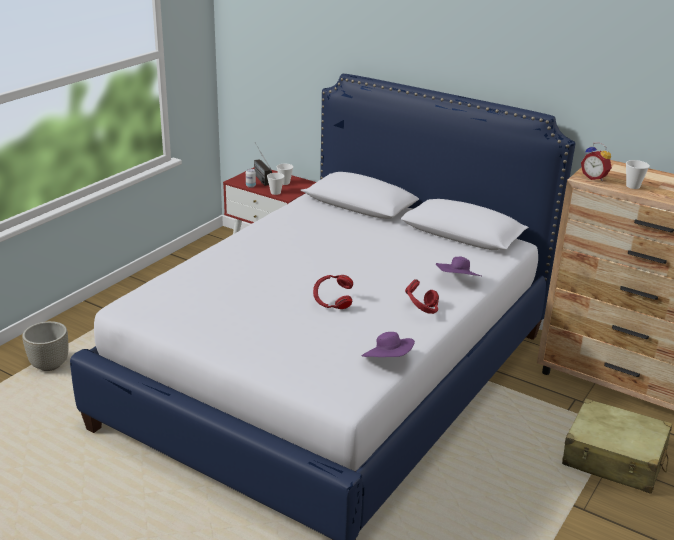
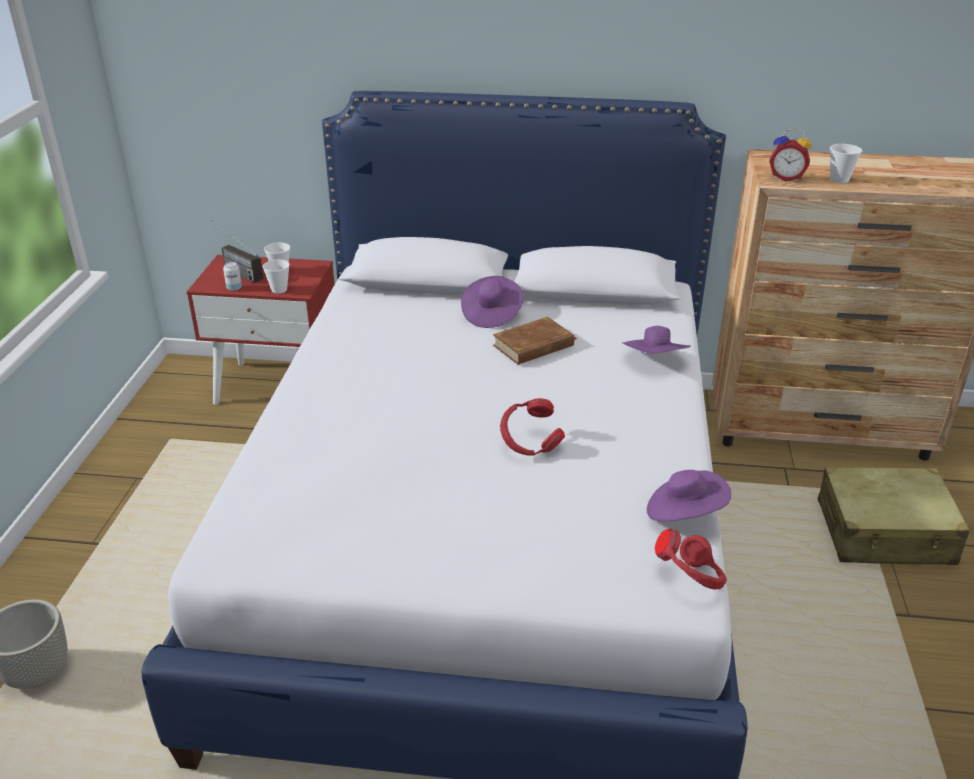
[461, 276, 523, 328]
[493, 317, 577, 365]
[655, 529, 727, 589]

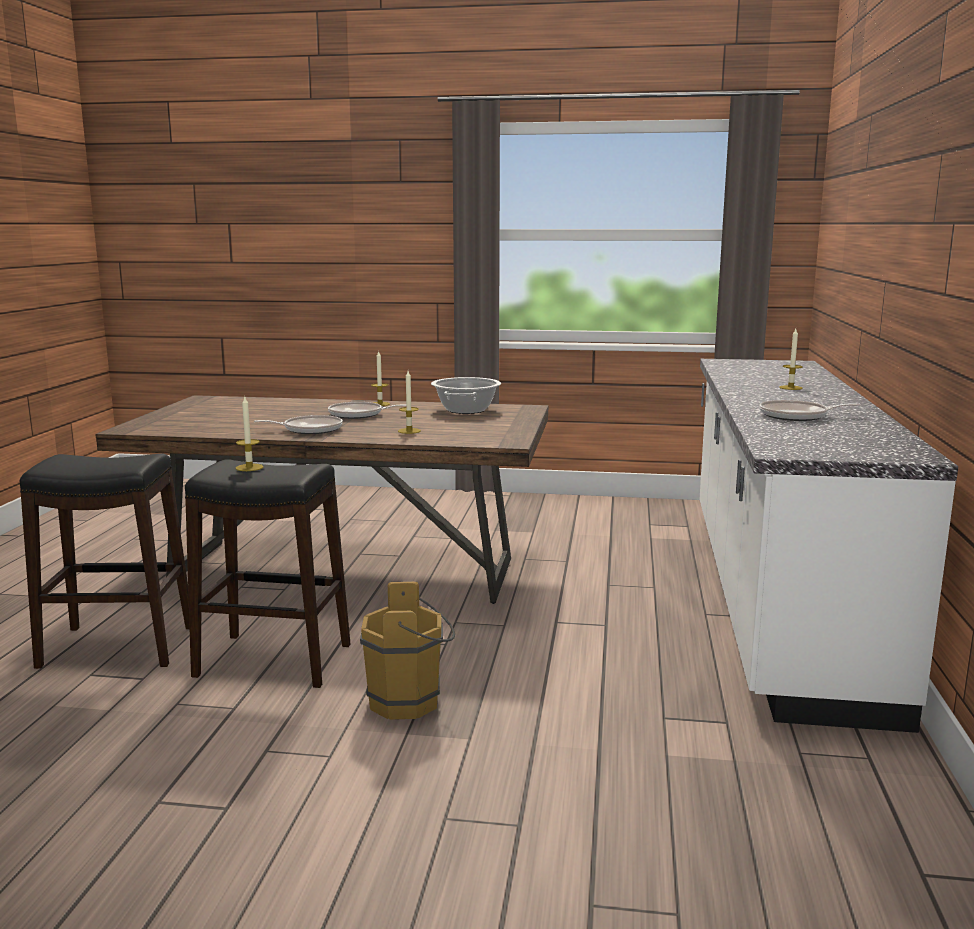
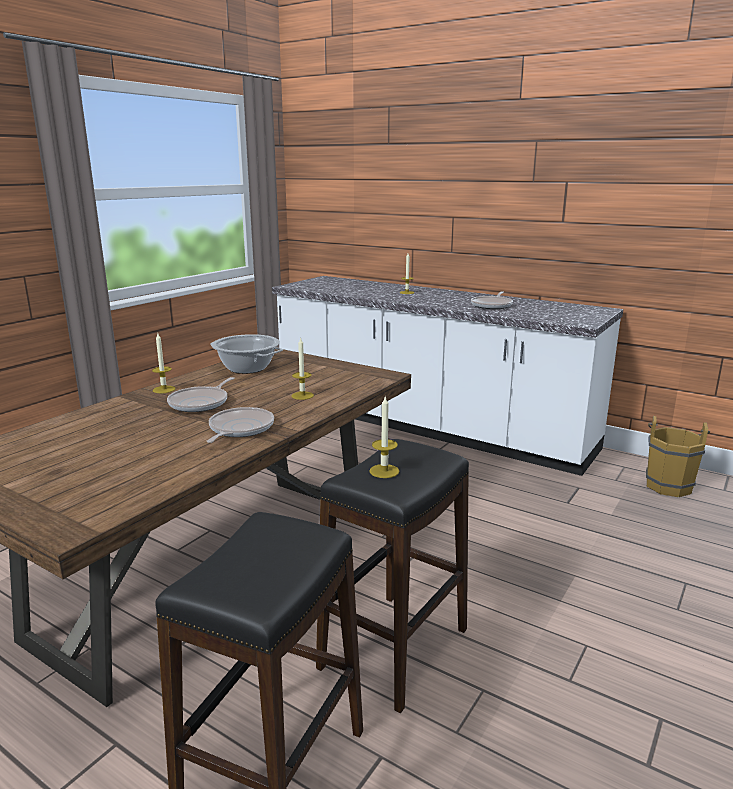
[646, 416, 710, 497]

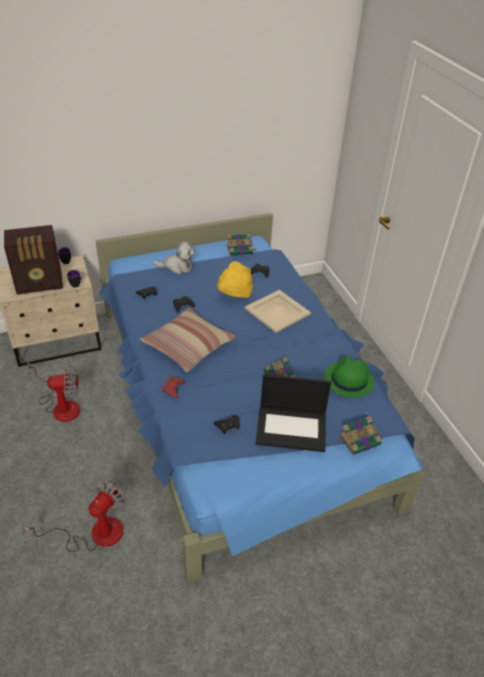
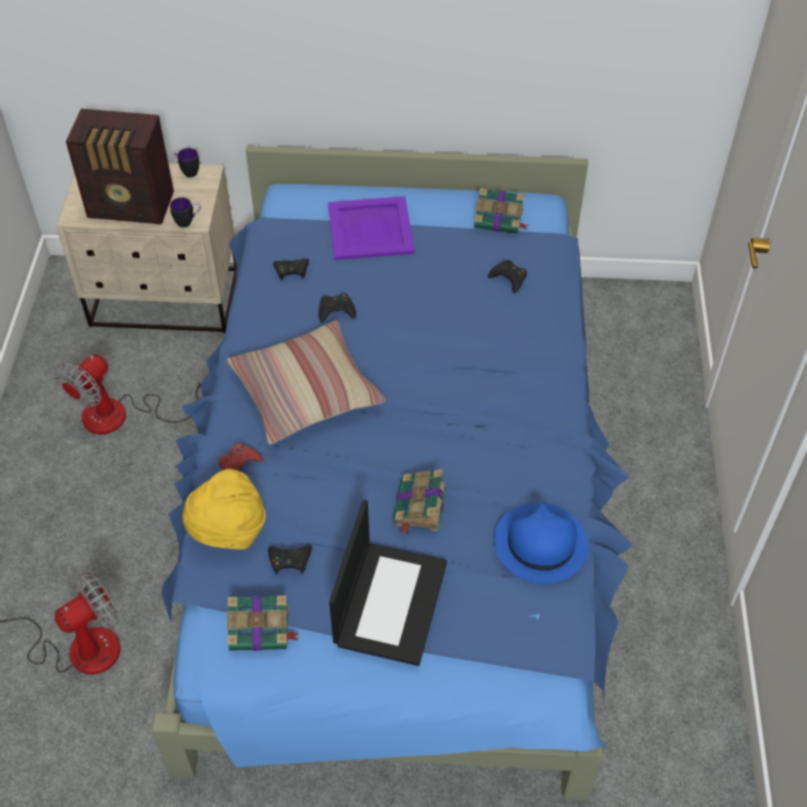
[54, 354, 204, 435]
[182, 469, 265, 550]
[227, 595, 299, 651]
[328, 196, 415, 260]
[329, 499, 447, 666]
[494, 501, 588, 584]
[245, 290, 311, 333] (first image)

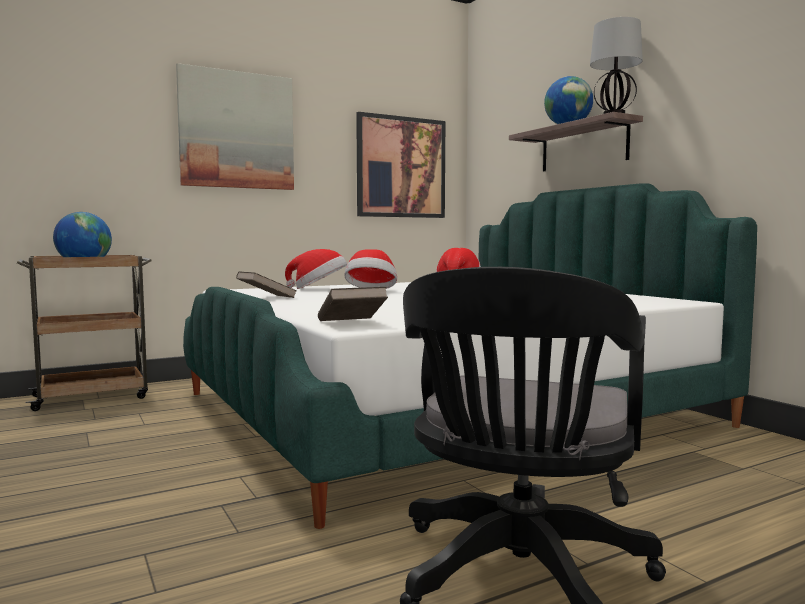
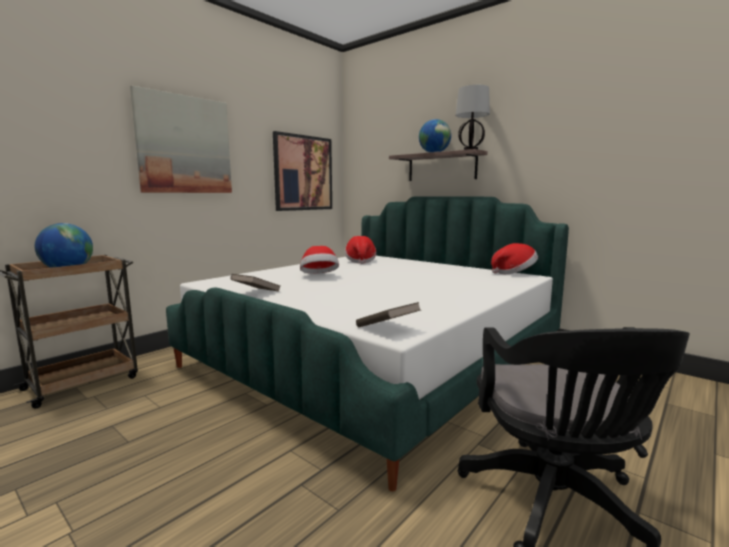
[491, 243, 538, 274]

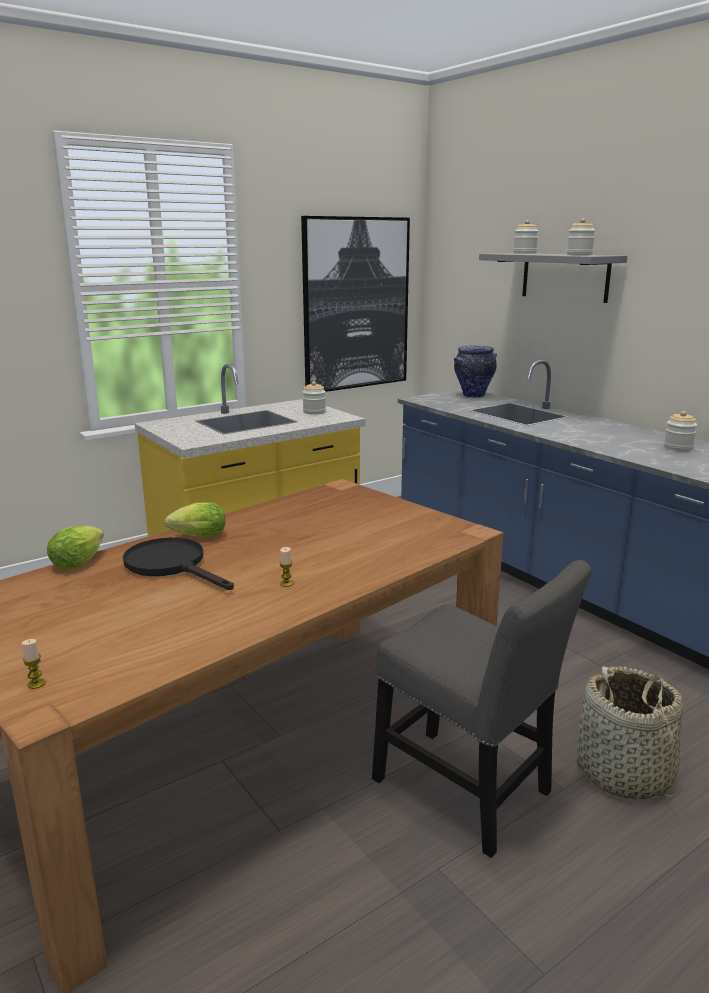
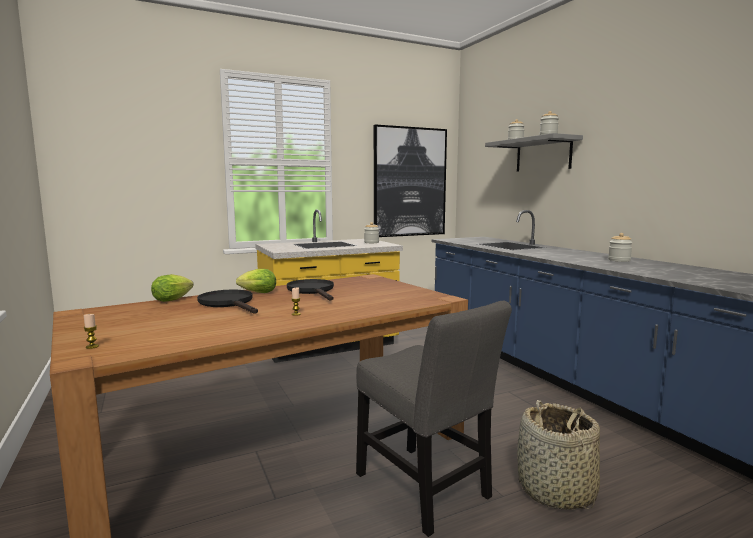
[287, 279, 334, 301]
[454, 345, 497, 398] (first image)

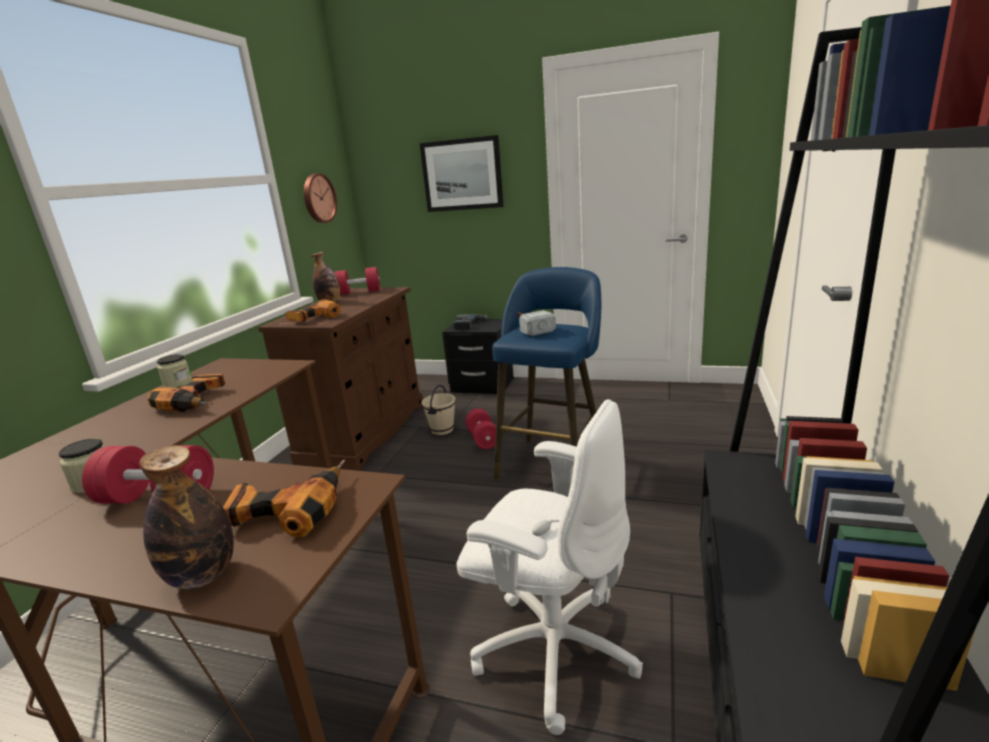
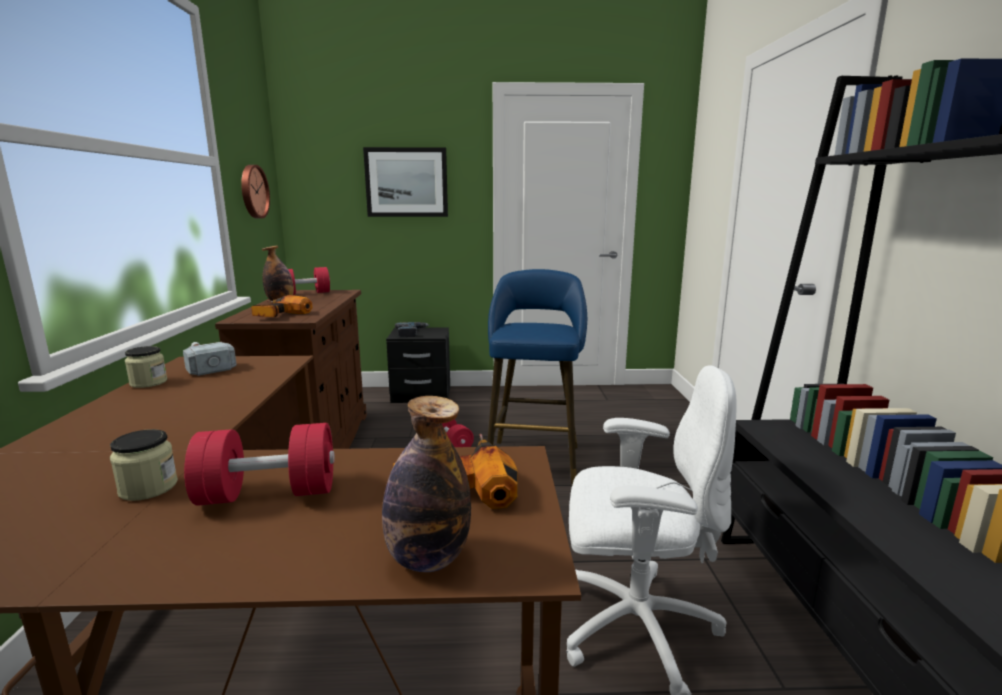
[183, 342, 237, 376]
[147, 374, 225, 412] (first image)
[422, 385, 455, 435] (first image)

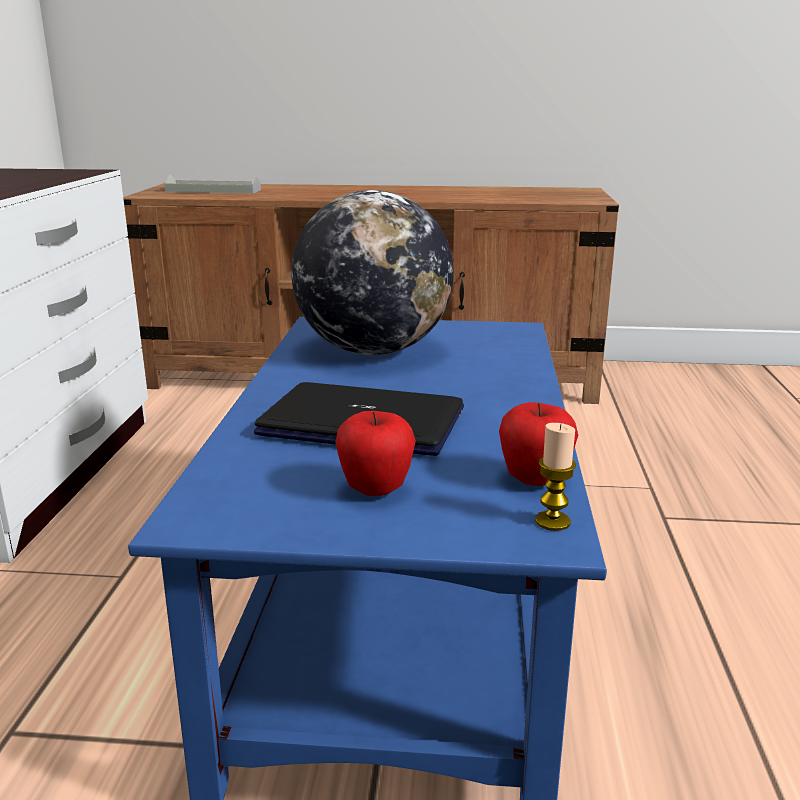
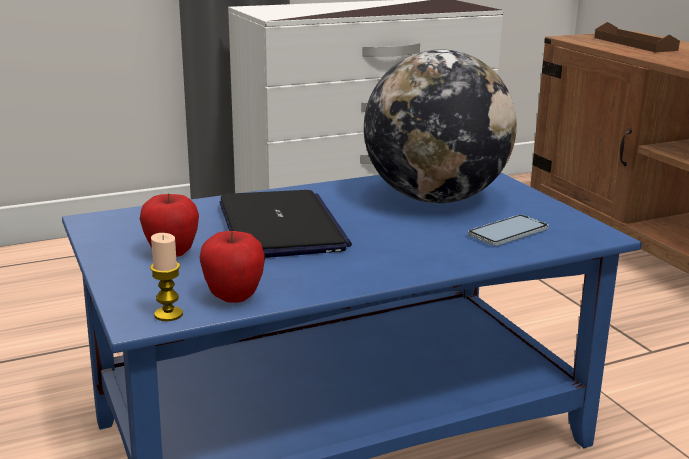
[468, 215, 548, 246]
[594, 22, 680, 52]

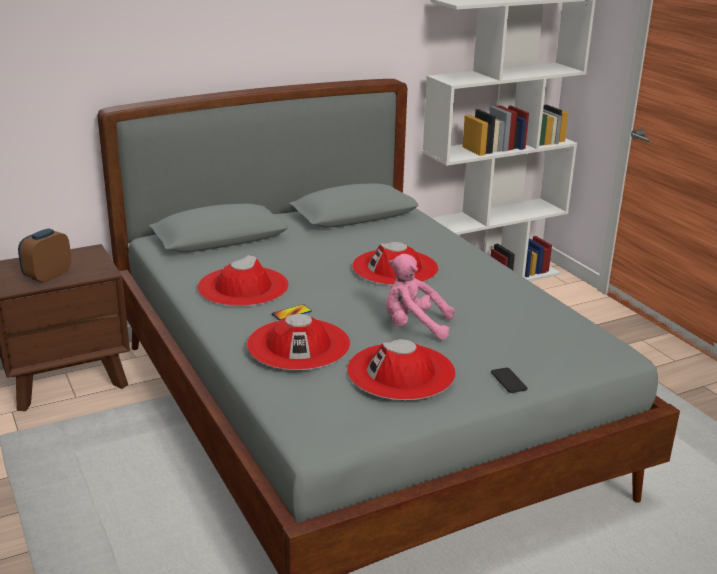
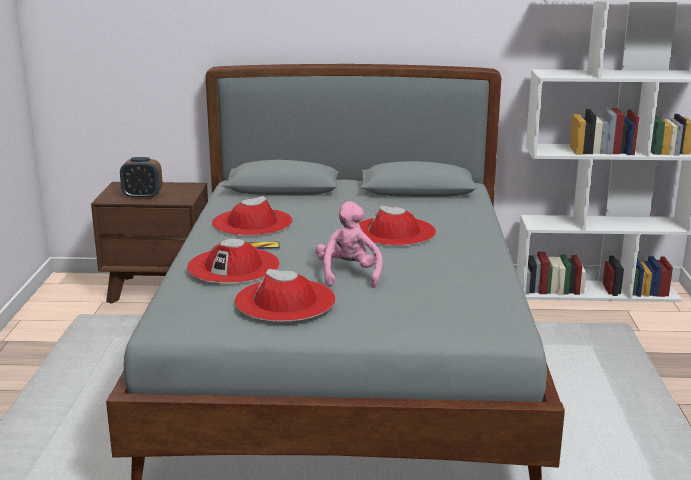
[120, 157, 162, 199]
[316, 201, 382, 288]
[491, 368, 527, 393] (first image)

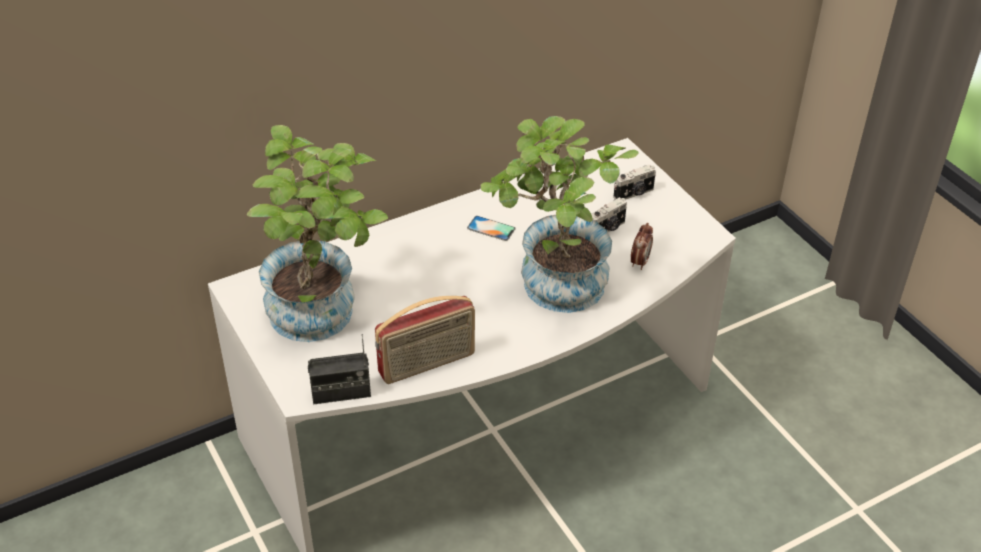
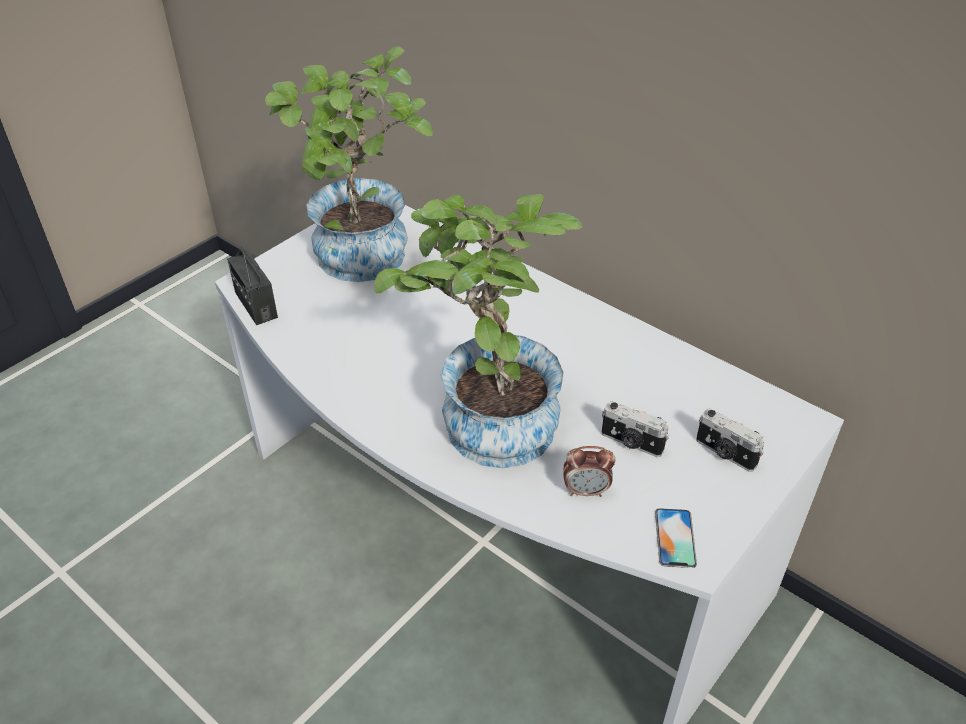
[655, 508, 697, 568]
[375, 296, 475, 384] (first image)

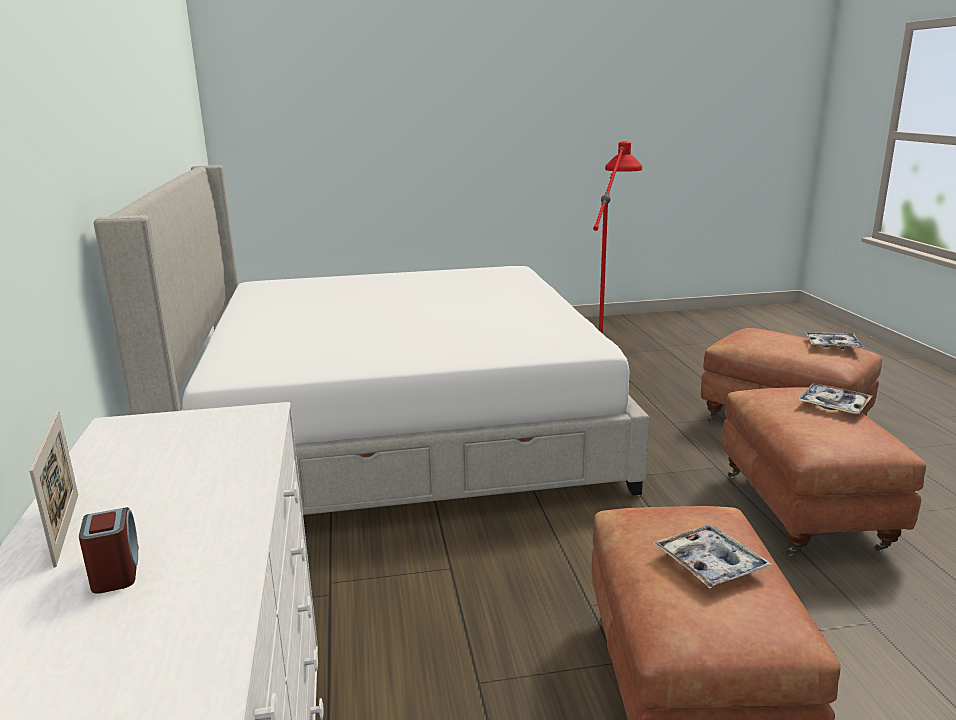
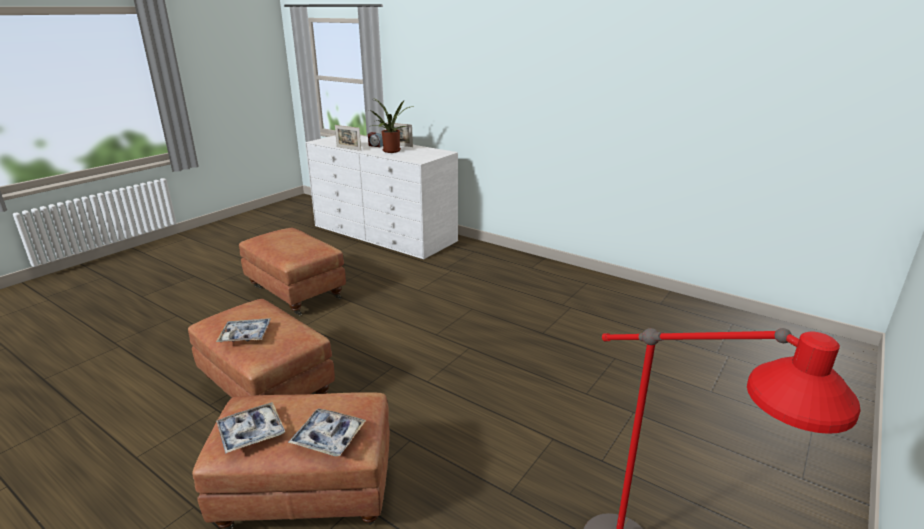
[288, 408, 366, 457]
[335, 125, 361, 151]
[369, 98, 414, 153]
[94, 165, 650, 515] (first image)

